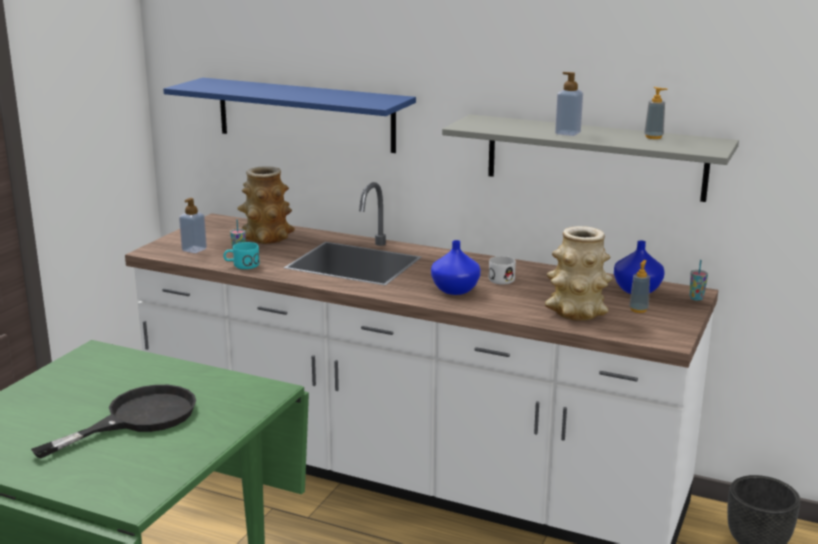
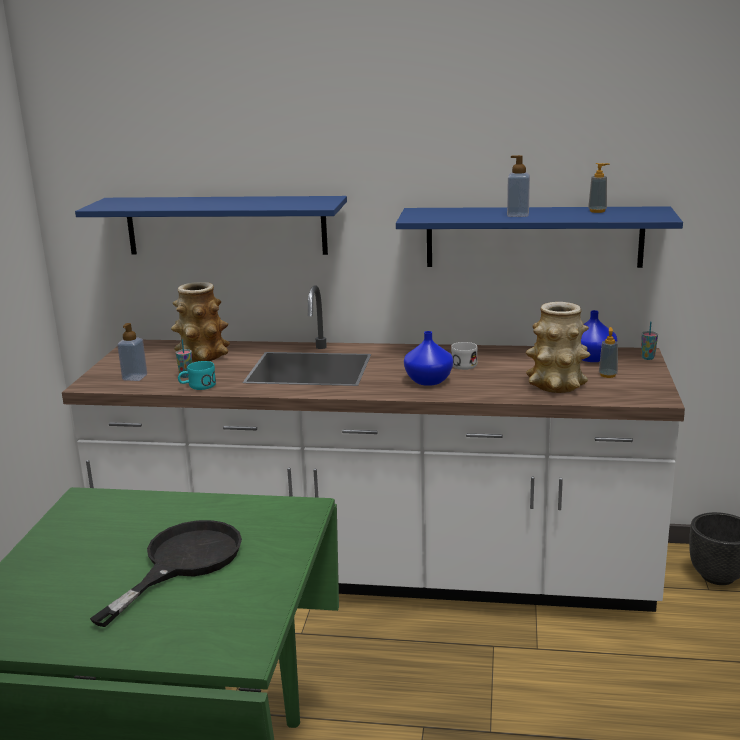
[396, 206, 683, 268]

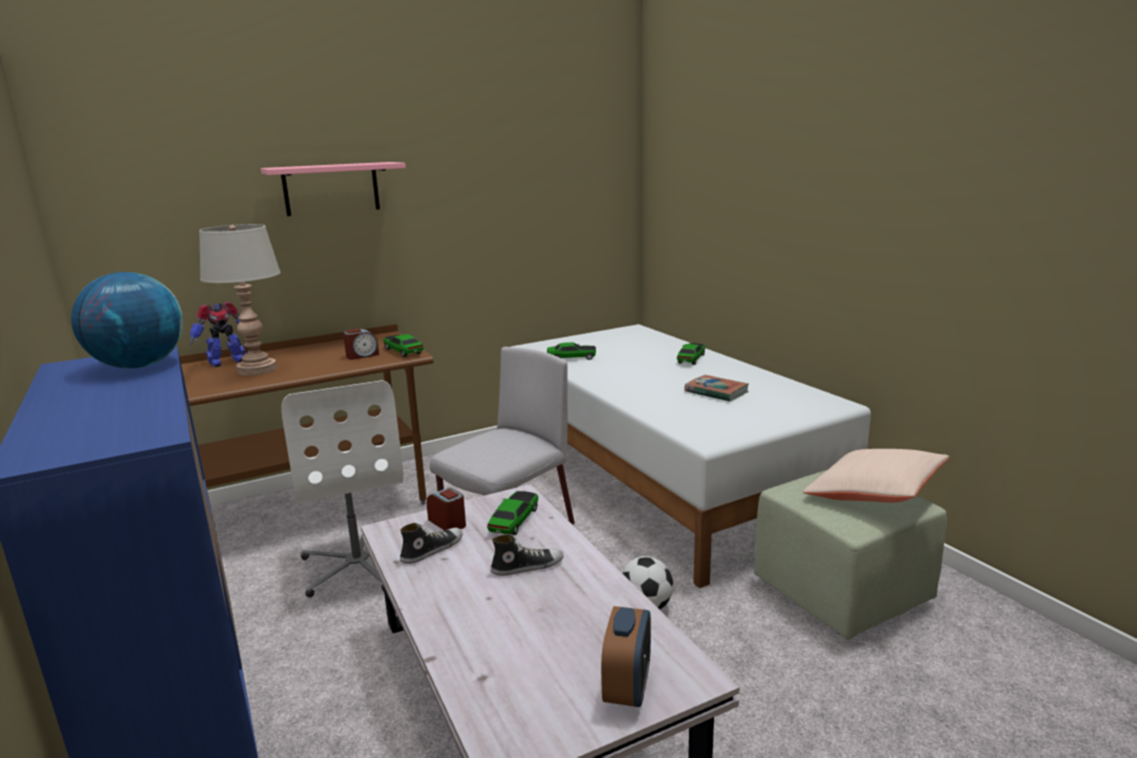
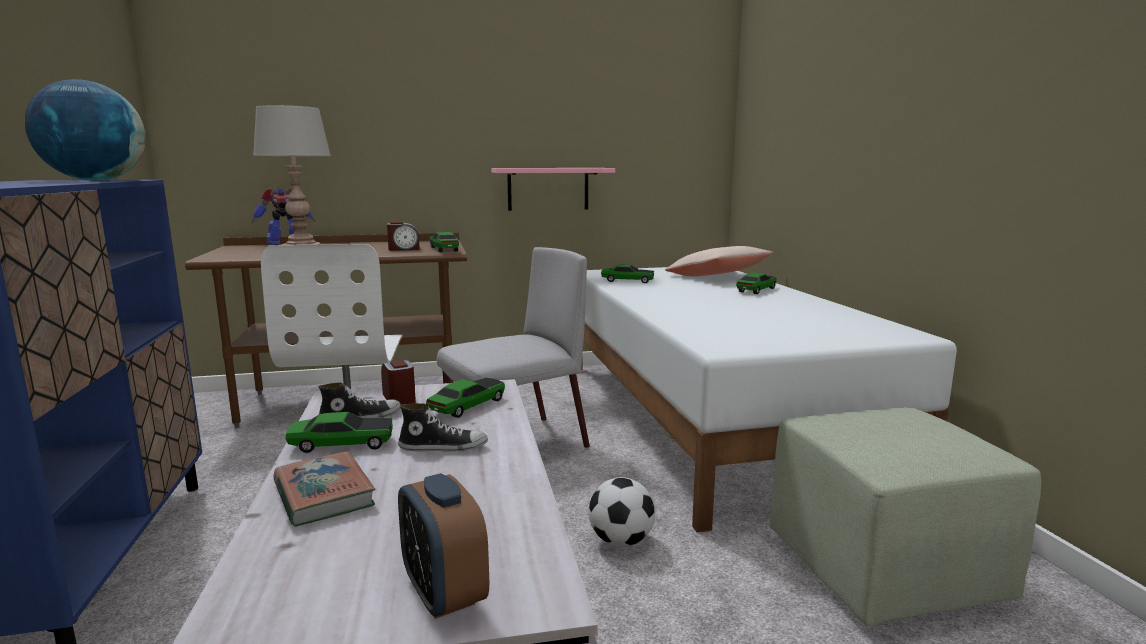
[273, 451, 375, 527]
[285, 412, 393, 453]
[398, 473, 489, 619]
[491, 168, 615, 211]
[665, 246, 773, 276]

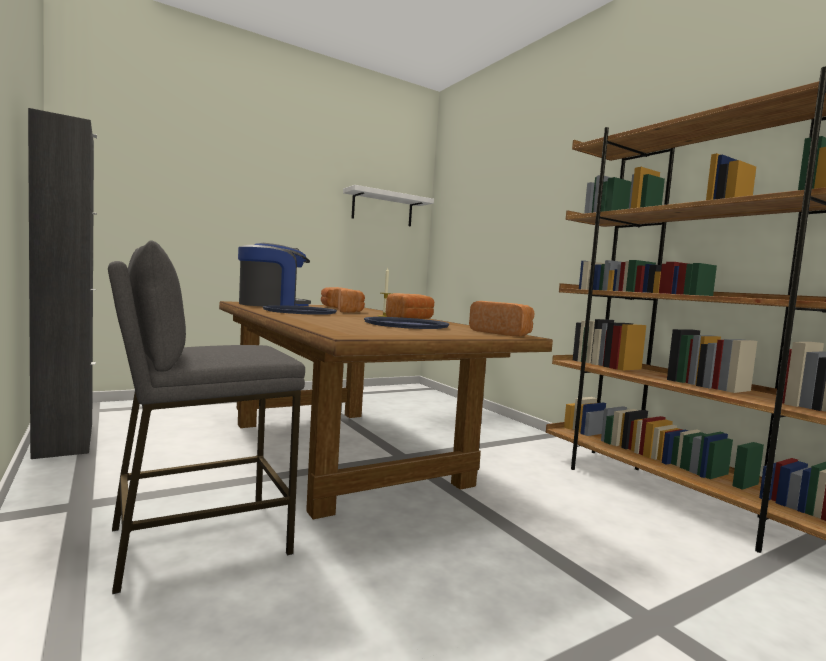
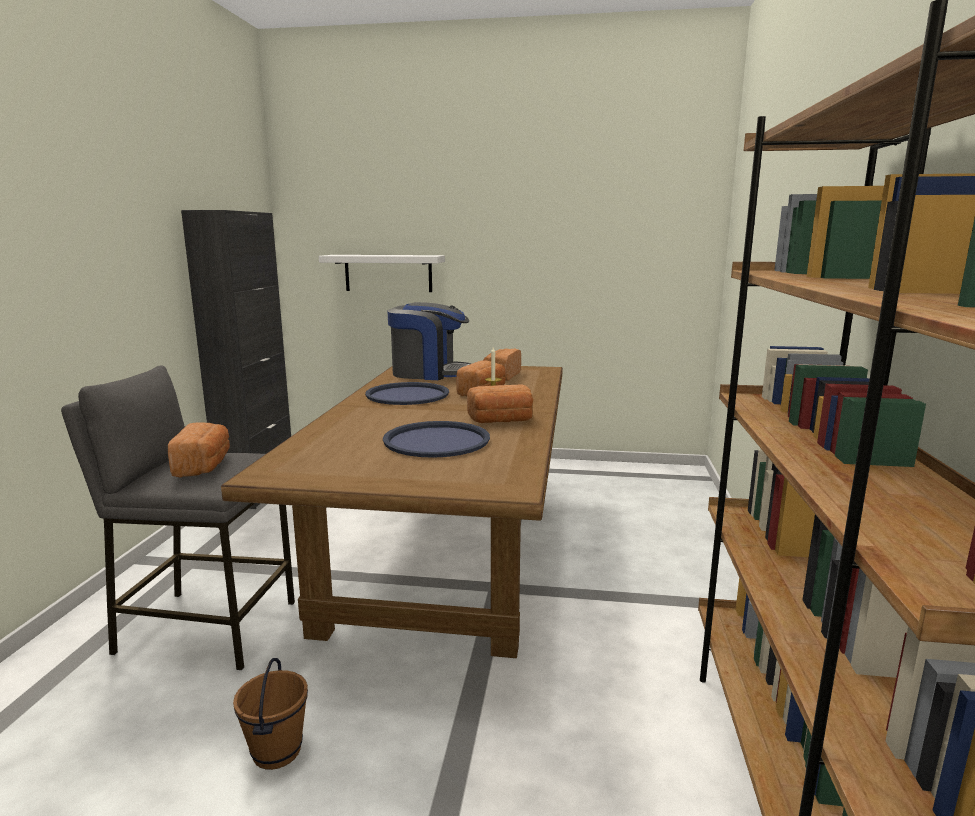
[168, 422, 230, 478]
[233, 658, 308, 770]
[319, 255, 445, 292]

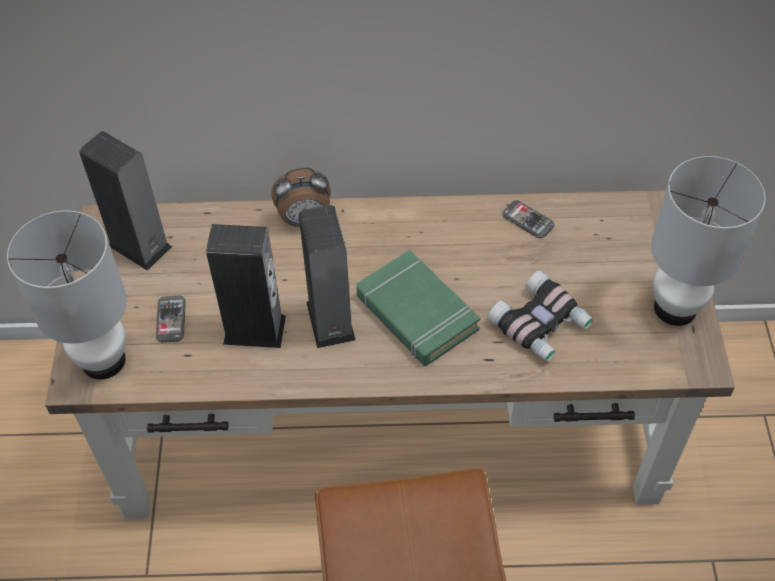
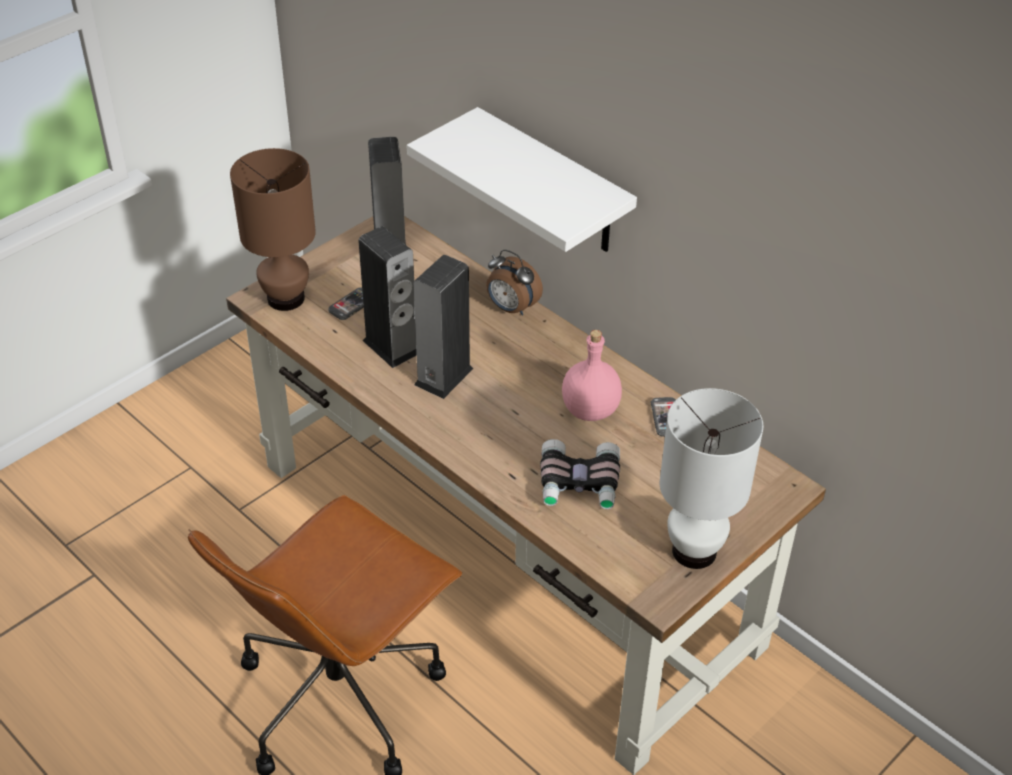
[230, 148, 316, 311]
[407, 107, 637, 252]
[562, 330, 622, 421]
[356, 250, 480, 366] (first image)

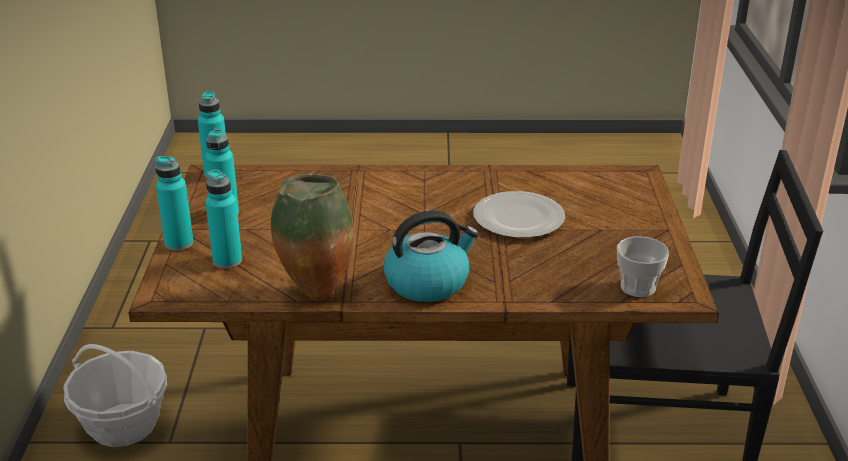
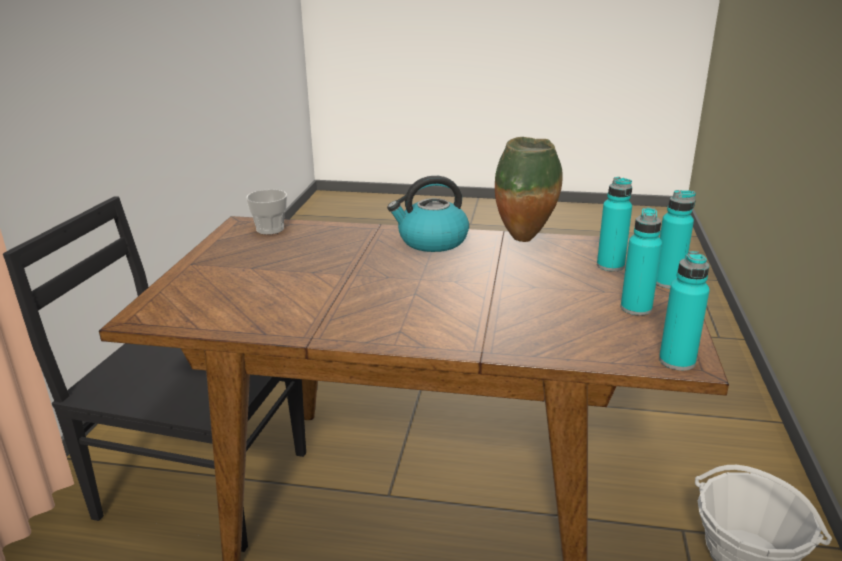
[473, 191, 565, 238] (first image)

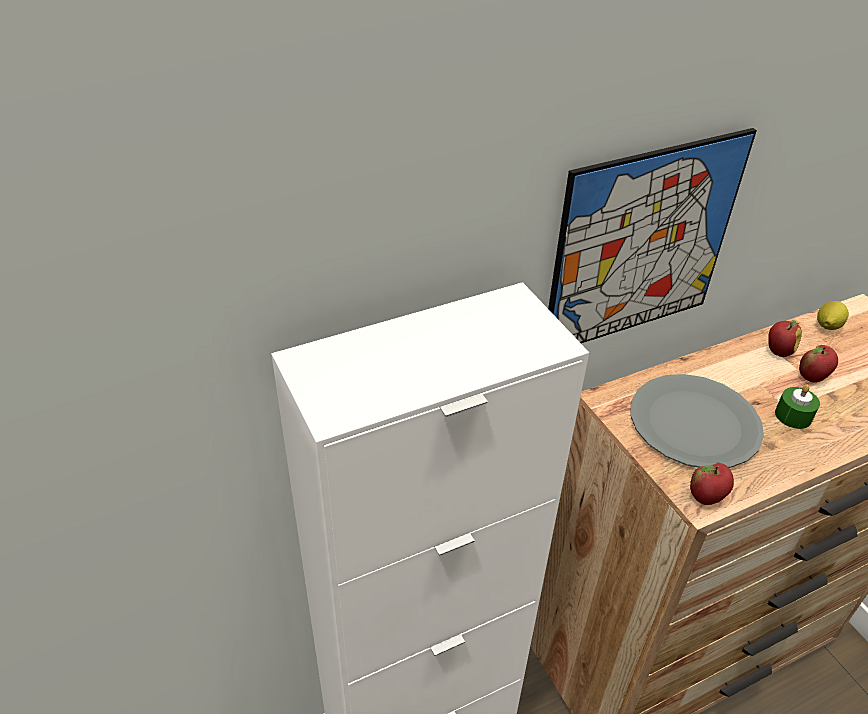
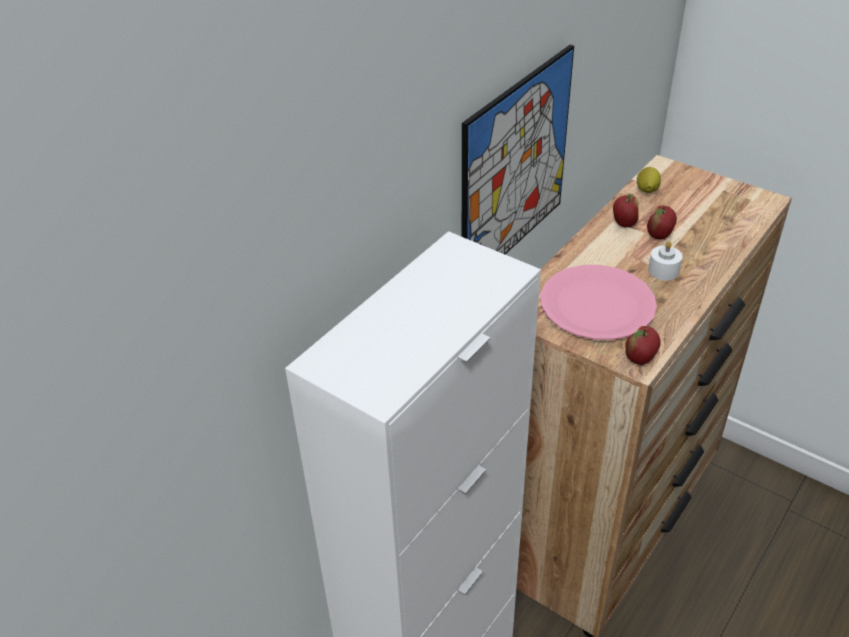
[540, 265, 657, 340]
[648, 241, 683, 281]

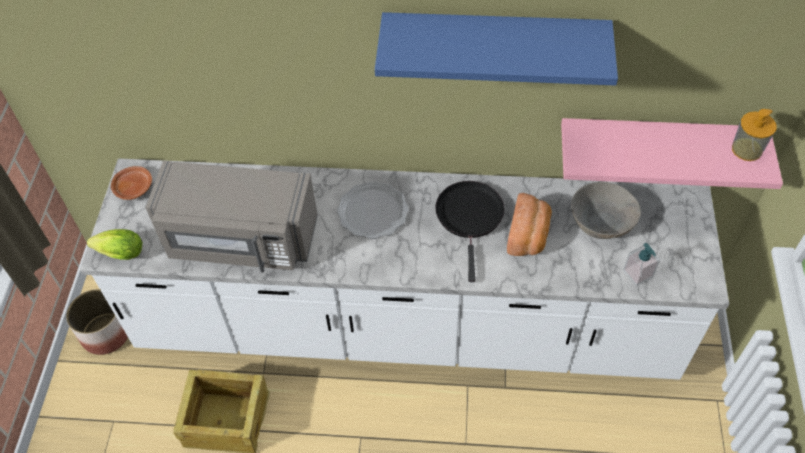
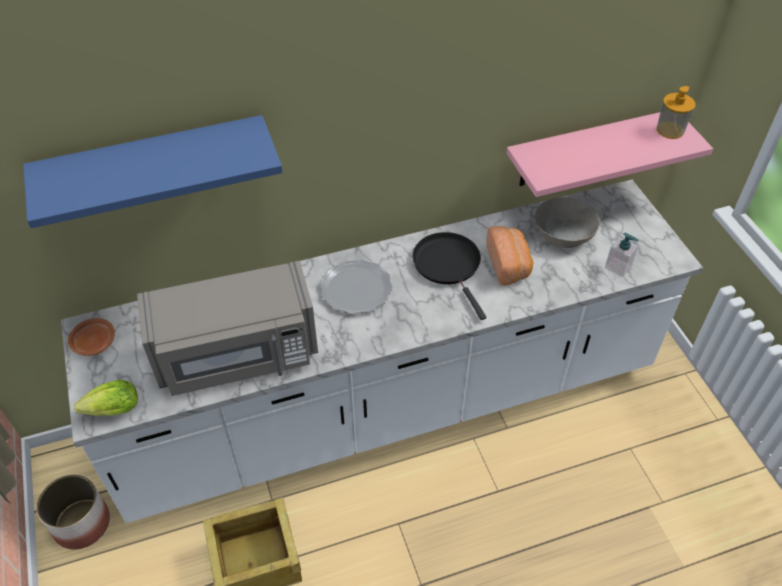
[23, 115, 283, 228]

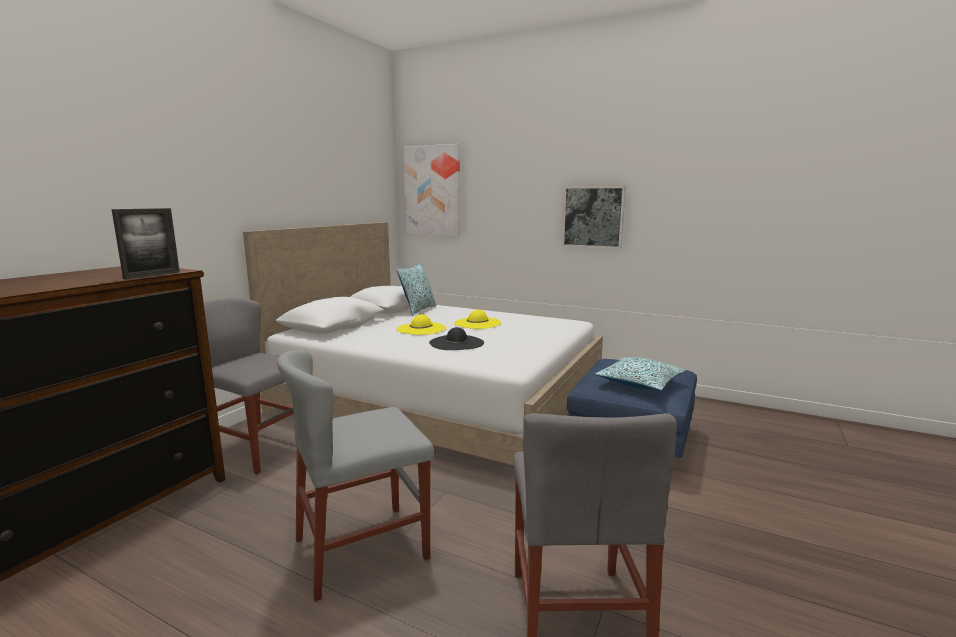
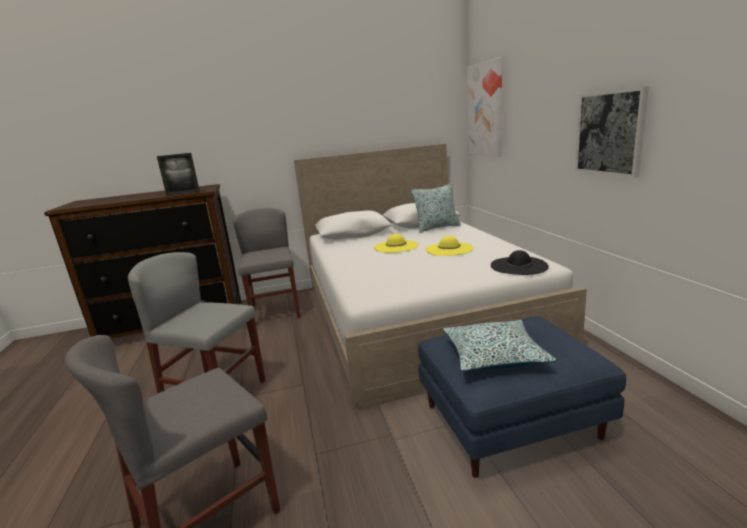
[491, 250, 549, 275]

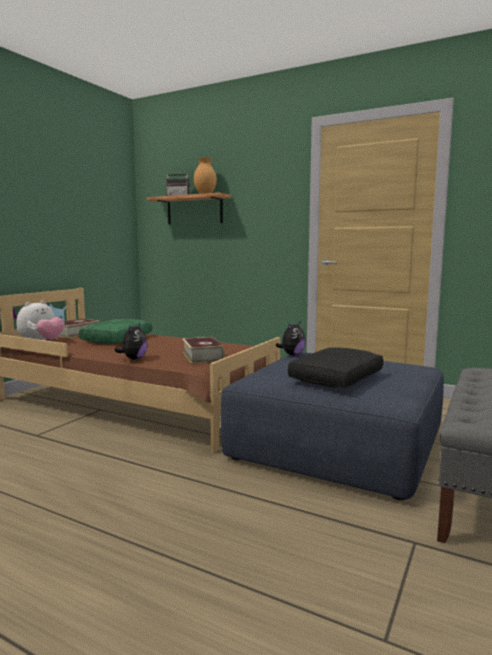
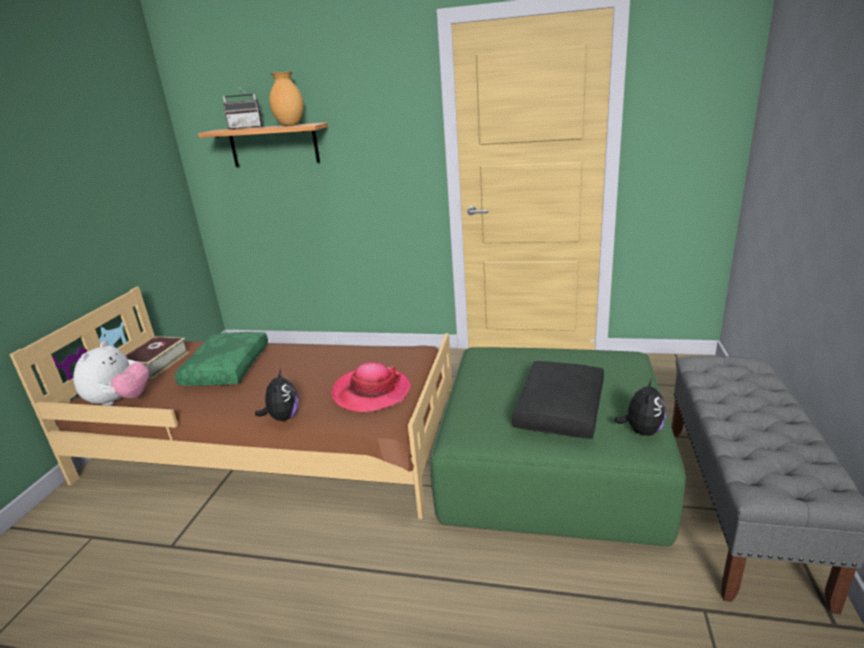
[331, 362, 411, 412]
[430, 347, 686, 546]
[614, 378, 666, 436]

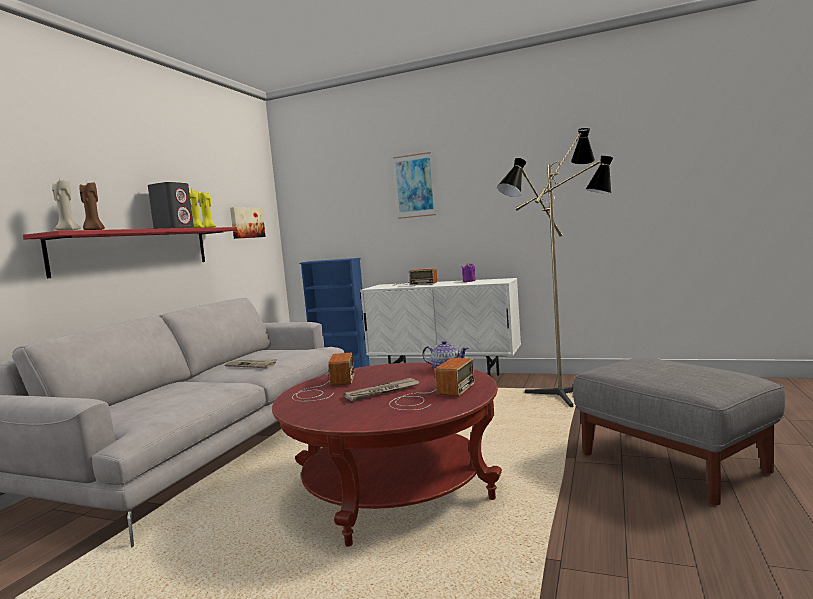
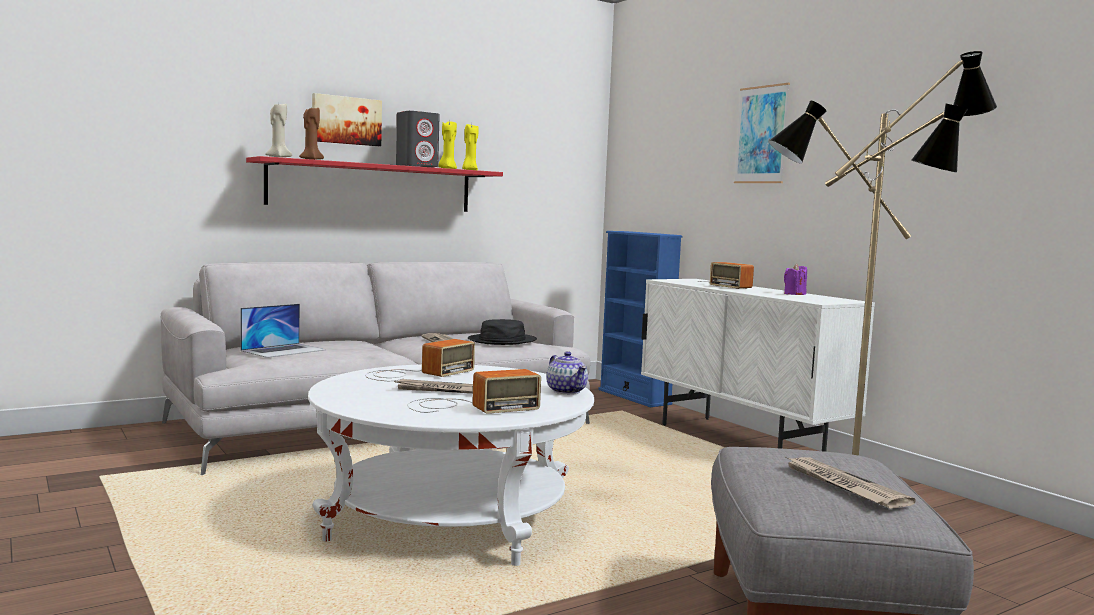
[240, 304, 326, 358]
[308, 364, 594, 566]
[312, 93, 382, 146]
[468, 319, 537, 345]
[784, 456, 916, 509]

